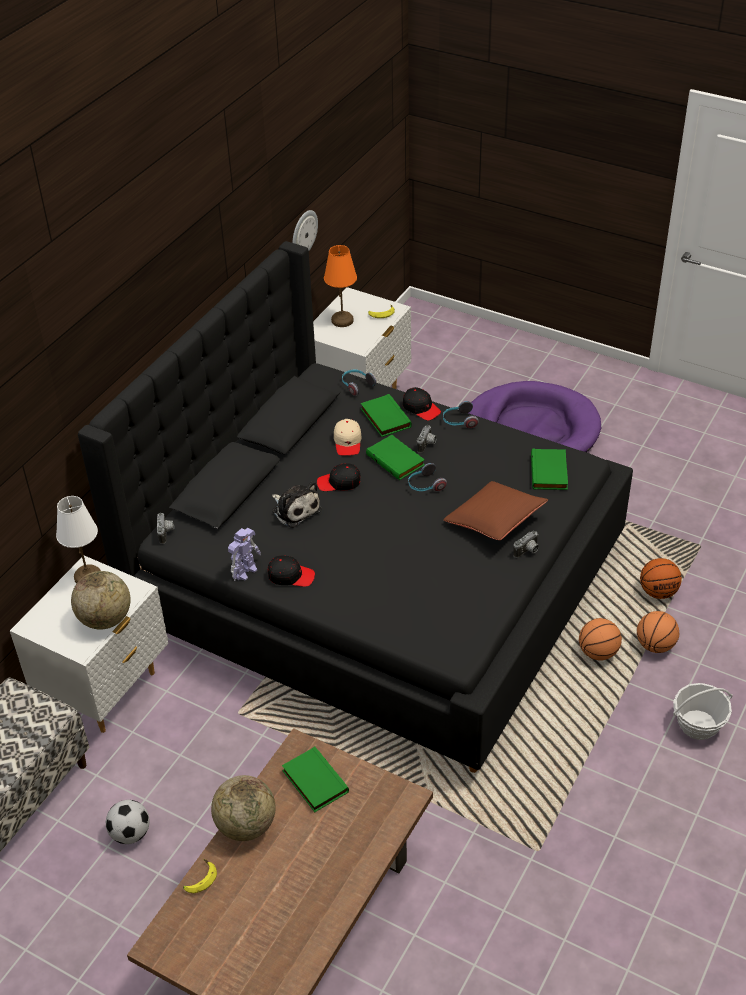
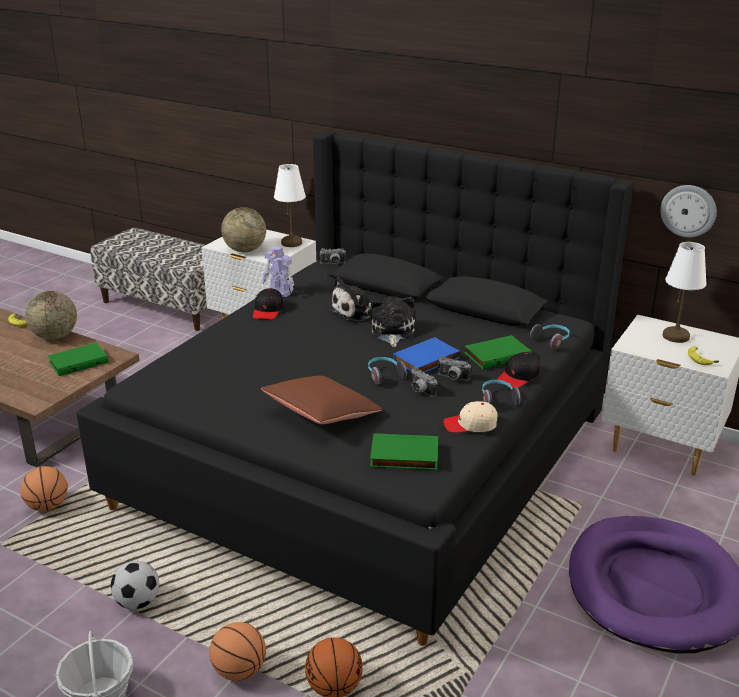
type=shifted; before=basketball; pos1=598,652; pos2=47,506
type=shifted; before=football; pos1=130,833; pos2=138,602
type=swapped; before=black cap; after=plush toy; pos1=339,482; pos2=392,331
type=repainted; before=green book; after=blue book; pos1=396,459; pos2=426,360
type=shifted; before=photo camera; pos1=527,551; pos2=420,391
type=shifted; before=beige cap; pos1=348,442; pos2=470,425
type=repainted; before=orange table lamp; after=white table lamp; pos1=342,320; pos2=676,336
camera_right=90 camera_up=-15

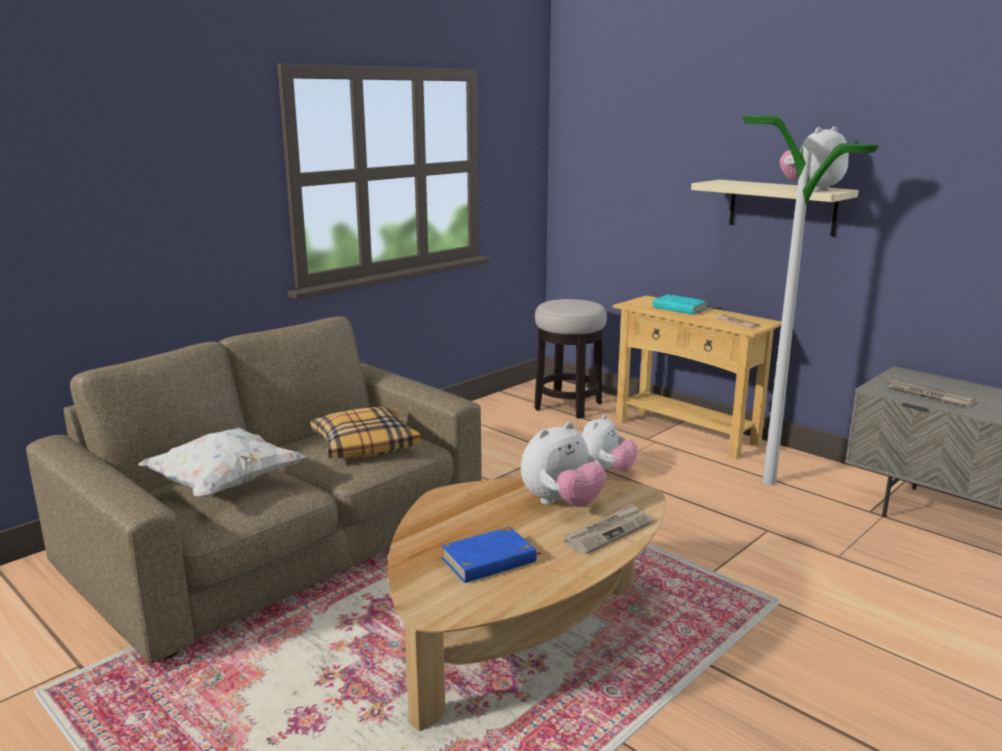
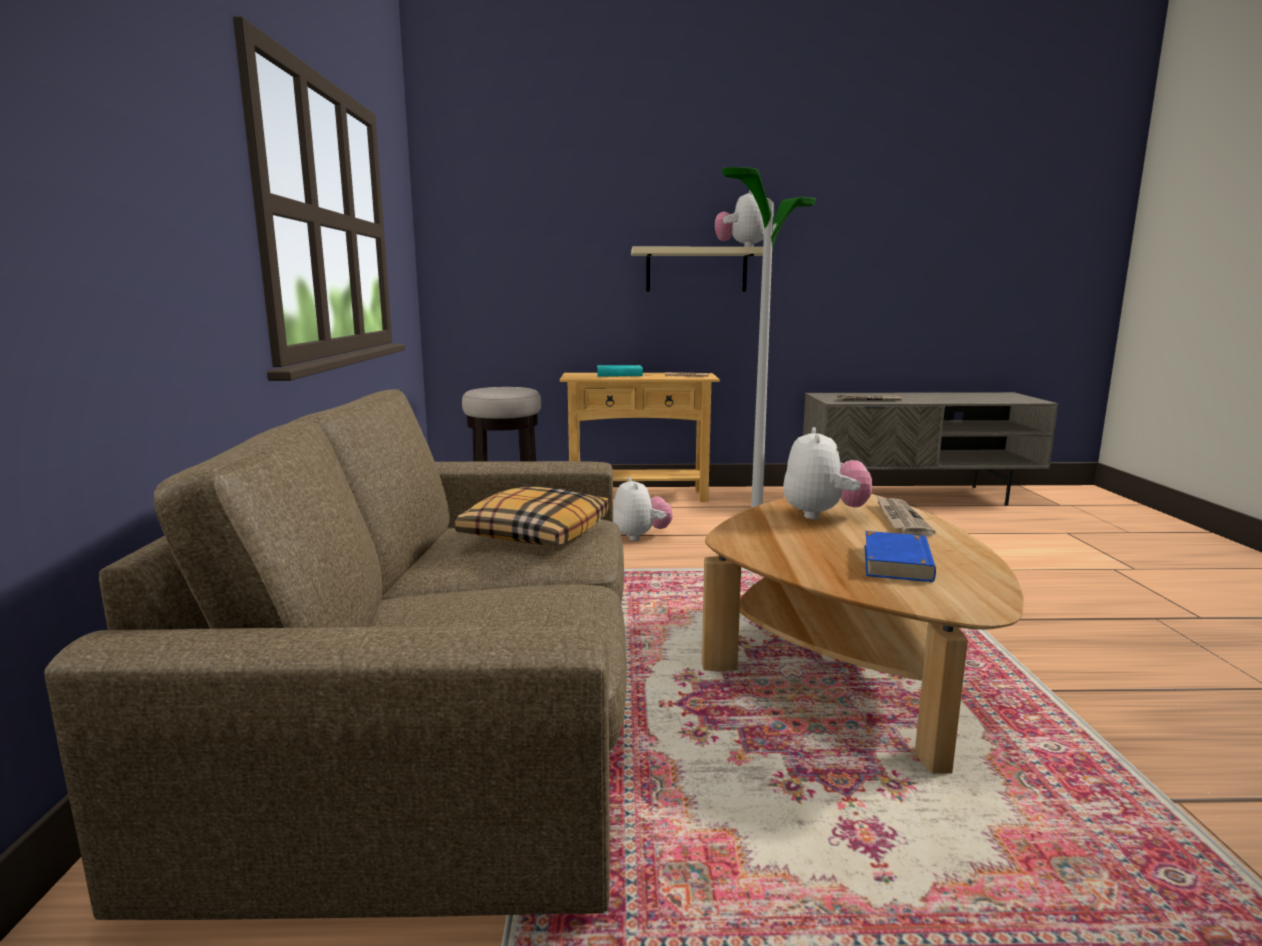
type=gone; before=white pillow; pos1=225,485
camera_right=-45 camera_up=-5

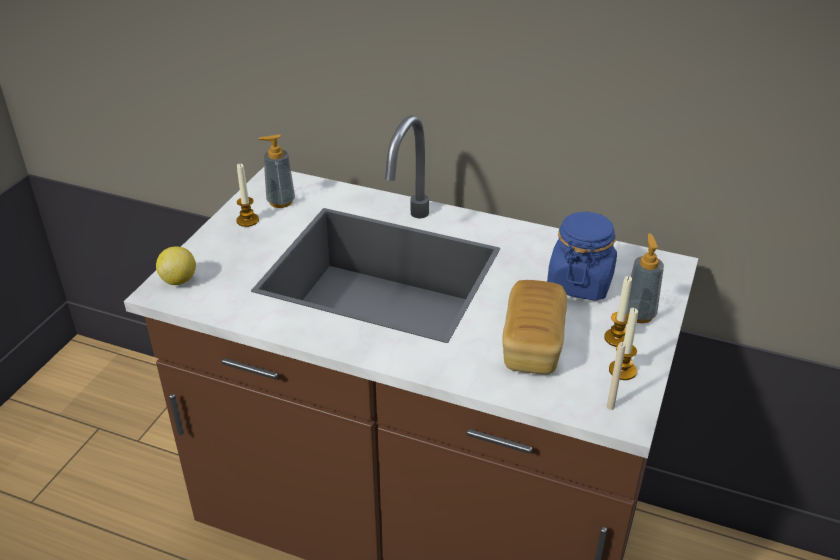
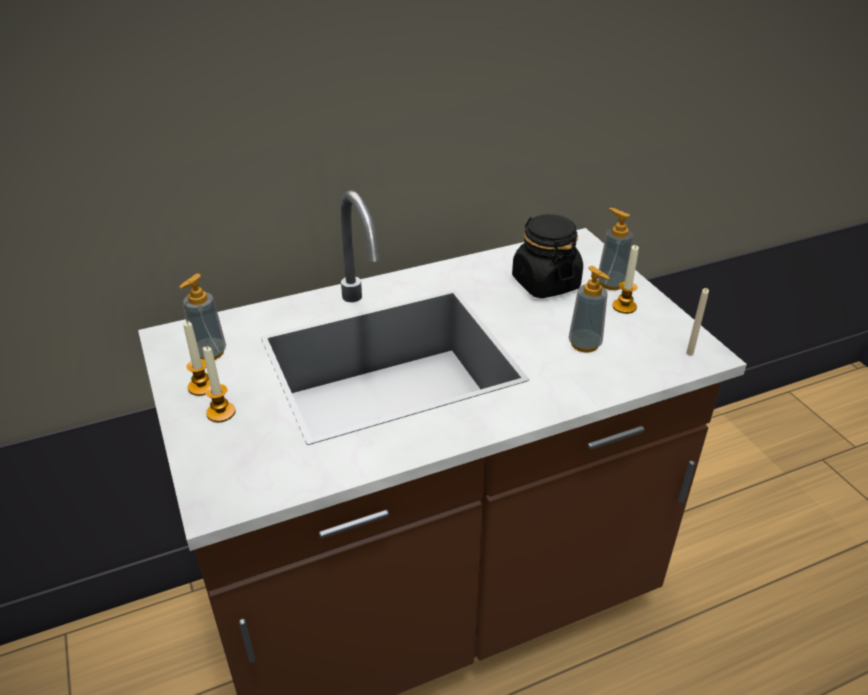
type=shifted; before=candle; pos1=622,370; pos2=221,412
type=repainted; before=blue jar; after=black jar; pos1=580,282; pos2=545,283
type=swapped; before=bread; after=soap dispenser; pos1=532,345; pos2=585,344
type=gone; before=lemon; pos1=179,280
camera_right=-45 camera_up=0

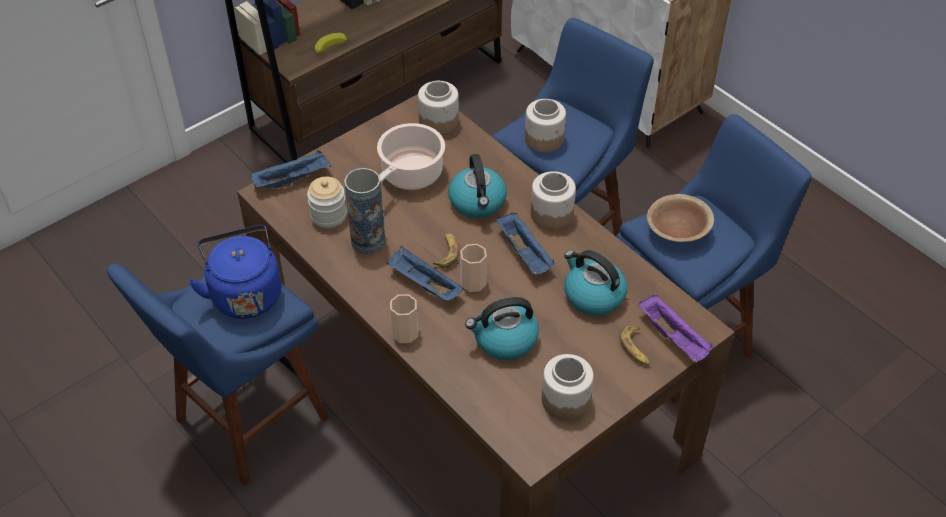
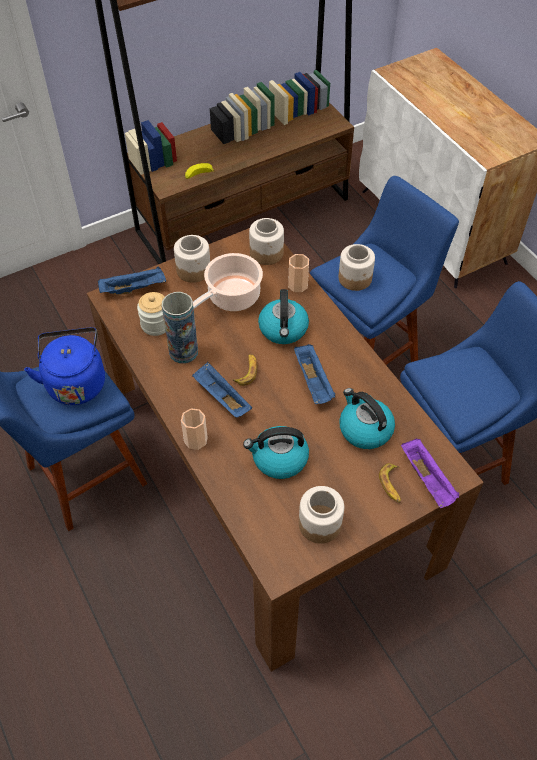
type=shifted; before=jar; pos1=552,214; pos2=194,270
type=shifted; before=cup; pos1=473,282; pos2=298,285
type=gone; before=brown bowl; pos1=677,230
camera_right=10 camera_up=5

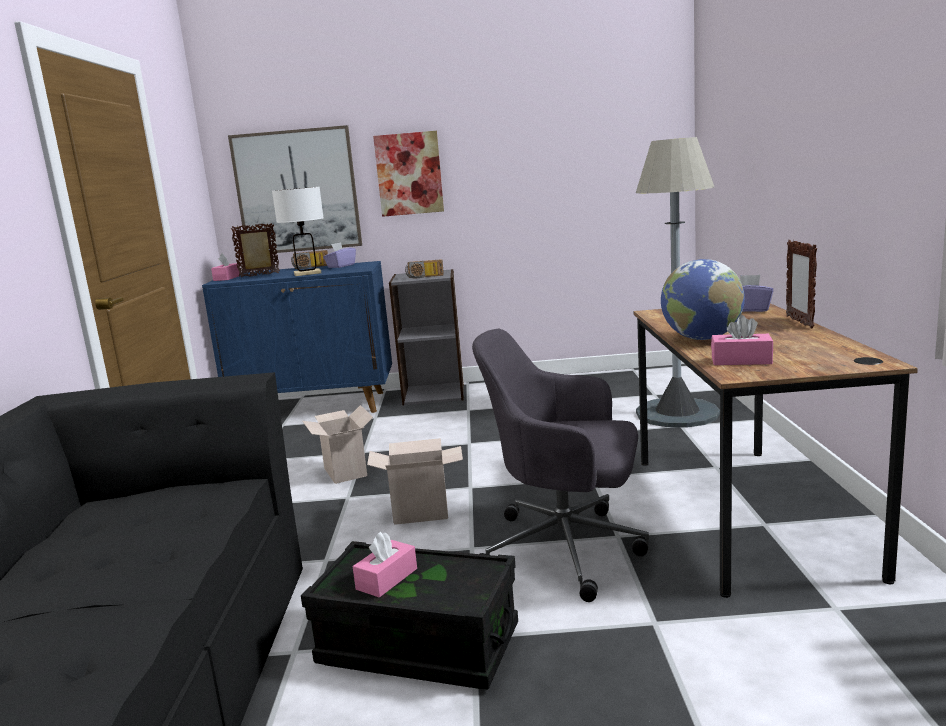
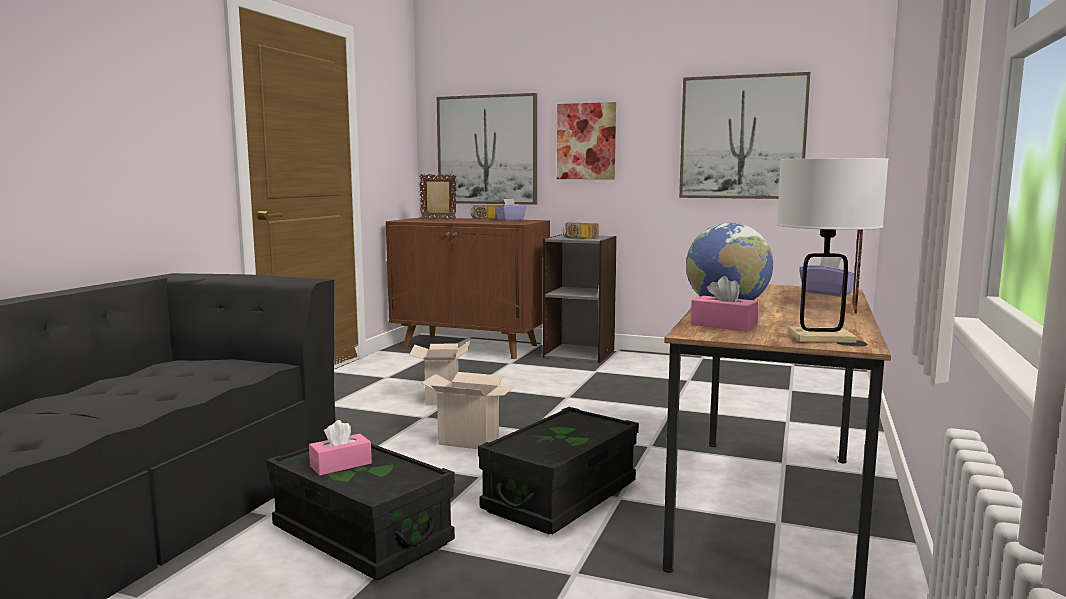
type=repainted; before=blue cabinet; after=brown cabinet; pos1=316,407; pos2=471,347
type=swapped; before=grey office chair; after=black storage box; pos1=567,549; pos2=561,497
type=new; after=picture; pos2=742,137
type=shifted; before=white table lamp; pos1=307,273; pos2=820,337
type=gone; before=pink tissue box; pos1=227,278
type=gone; before=grey floor lamp; pos1=677,413
camera_right=20 camera_up=-5

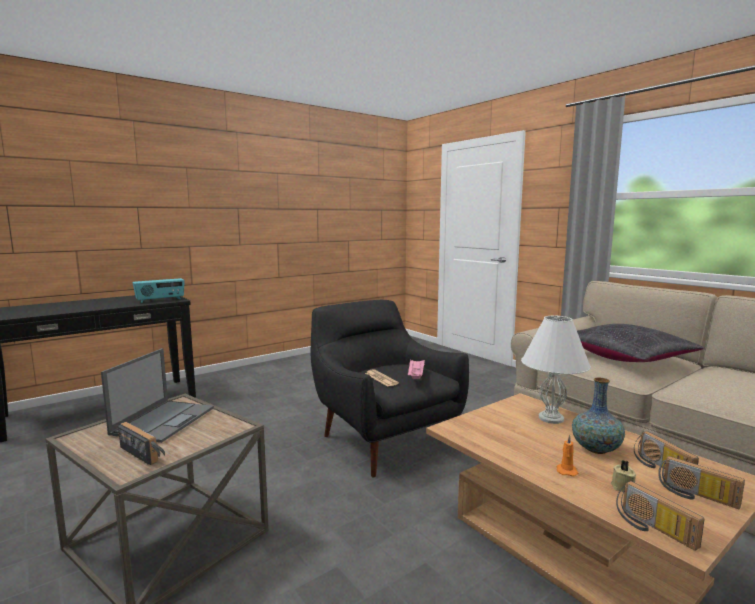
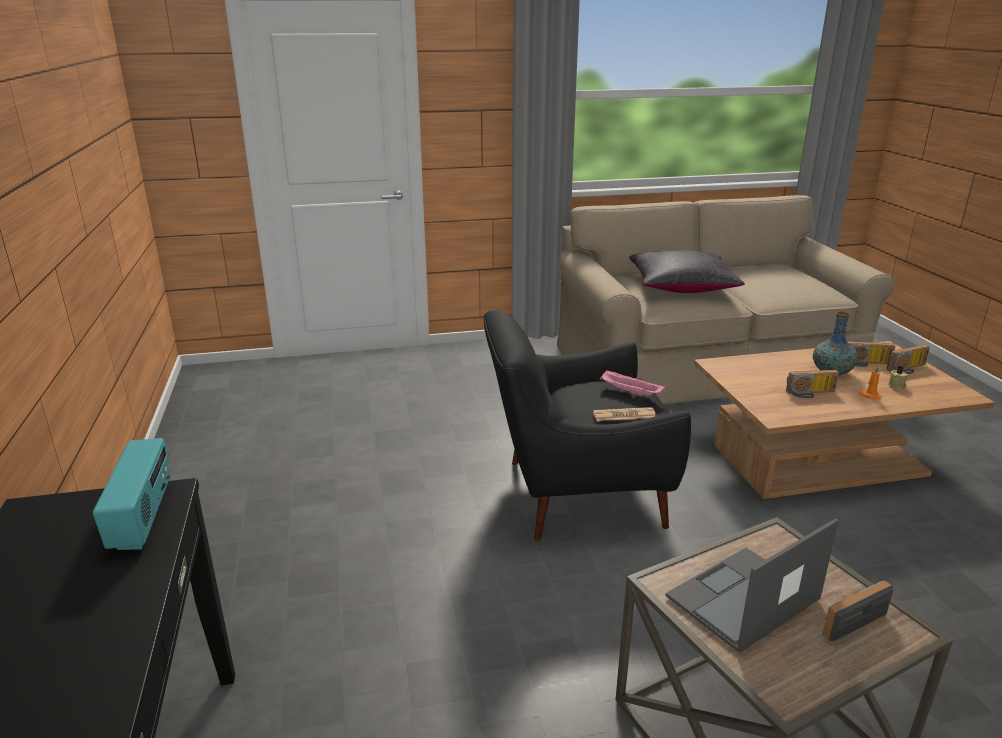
type=rotated; before=laptop; pos1=164,420; pos2=742,599; turn=-75
type=shifted; before=radio; pos1=652,529; pos2=810,394
type=gone; before=white table lamp; pos1=550,418
camera_right=-65 camera_up=15

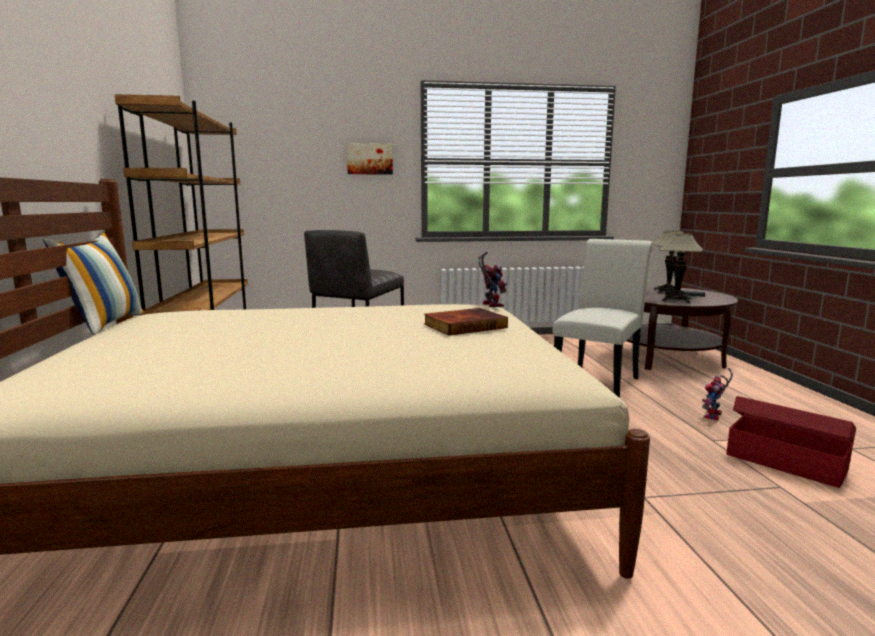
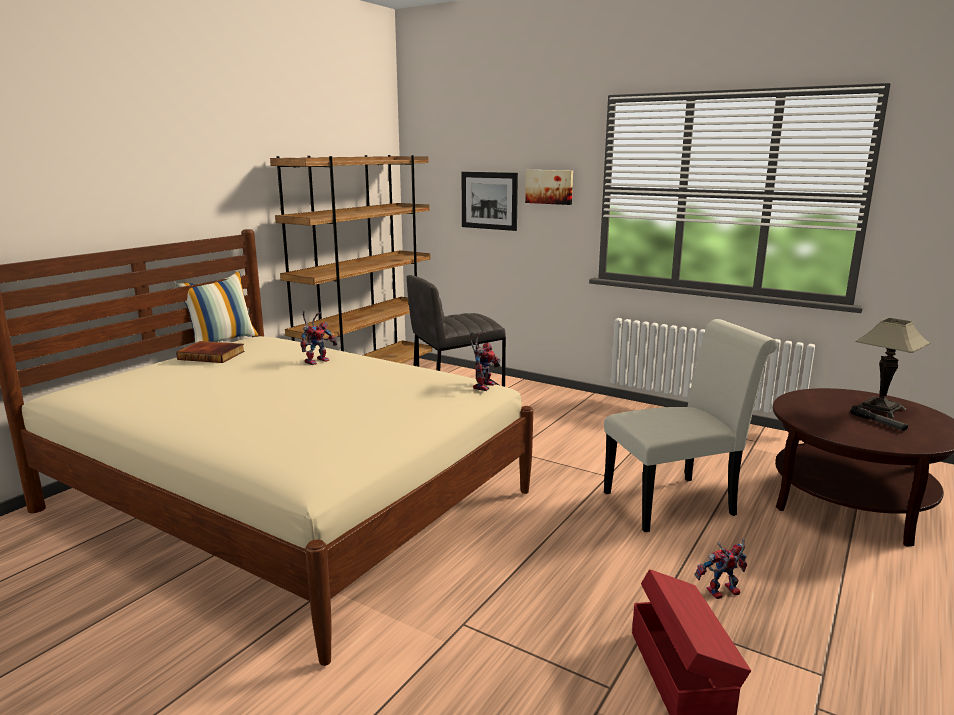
type=shifted; before=book; pos1=464,325; pos2=212,355
type=new; after=toy robot; pos2=317,360
type=new; after=picture; pos2=489,200
type=gone; before=table lamp; pos1=676,300
camera_right=40 camera_up=5

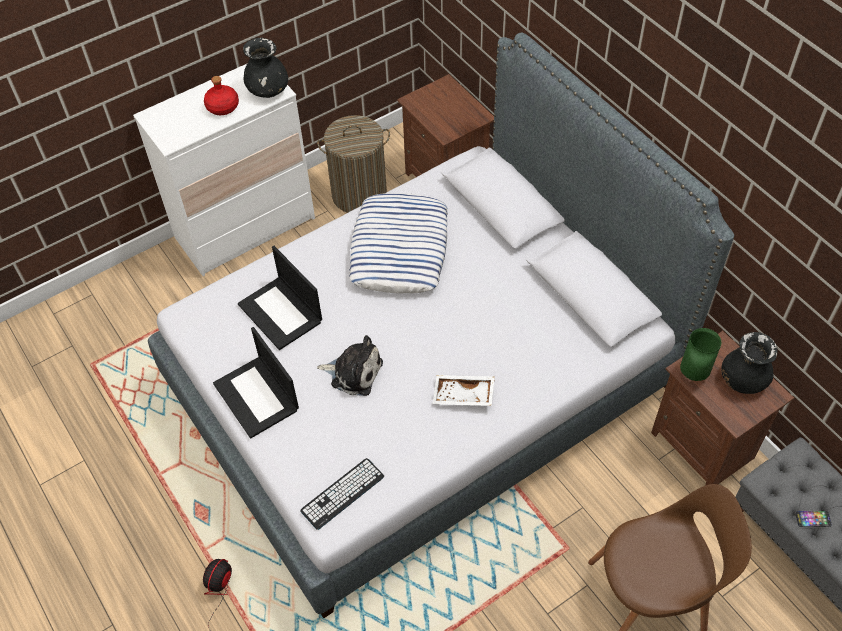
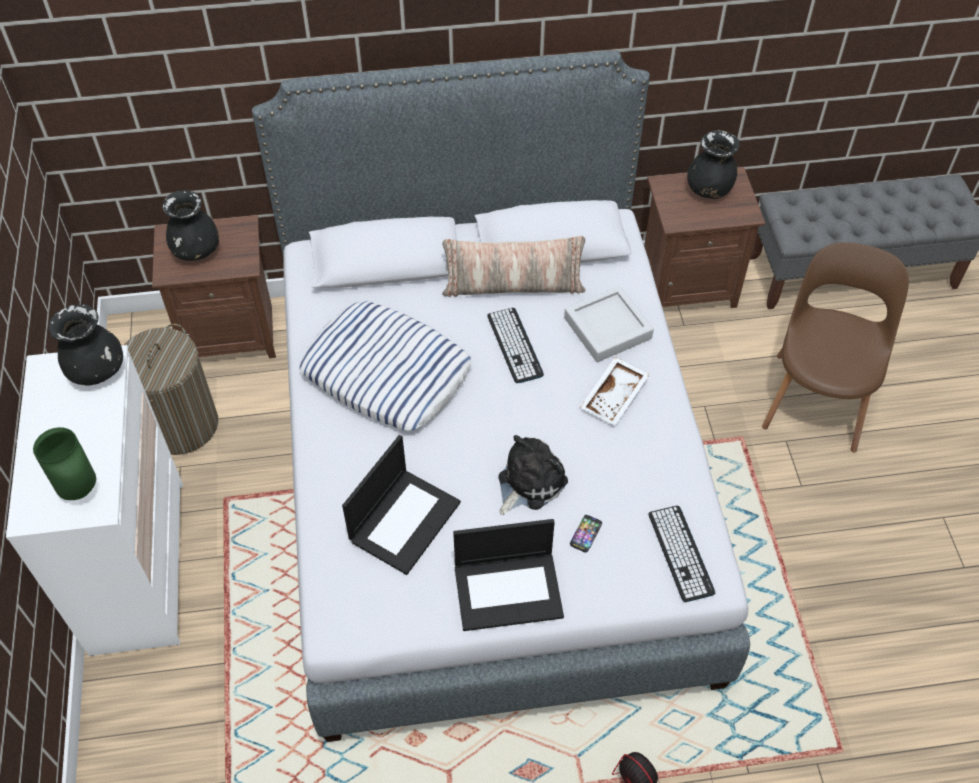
type=shifted; before=green vase; pos1=694,375; pos2=81,490
type=new; after=black vase; pos2=196,250
type=rotated; before=laptop; pos1=281,313; pos2=404,520; turn=-45
type=new; after=pillow; pos2=513,286
type=new; after=keyboard; pos2=515,345
type=new; after=grey tray; pos2=607,328
type=shifted; before=phone; pos1=813,519; pos2=586,534
type=gone; before=red bottle; pos1=222,106
camera_right=-65 camera_up=0

